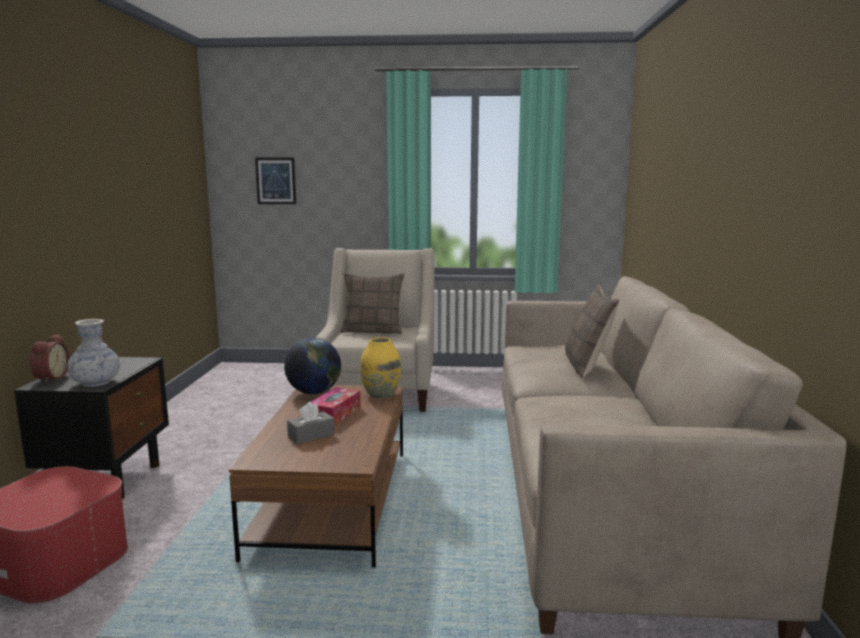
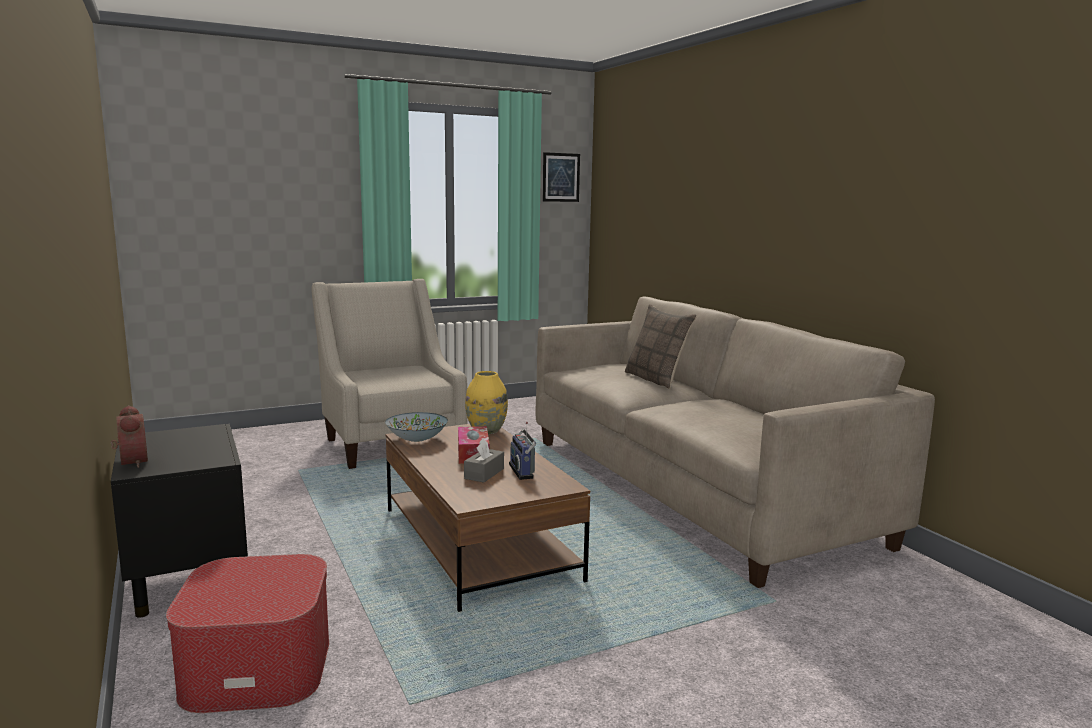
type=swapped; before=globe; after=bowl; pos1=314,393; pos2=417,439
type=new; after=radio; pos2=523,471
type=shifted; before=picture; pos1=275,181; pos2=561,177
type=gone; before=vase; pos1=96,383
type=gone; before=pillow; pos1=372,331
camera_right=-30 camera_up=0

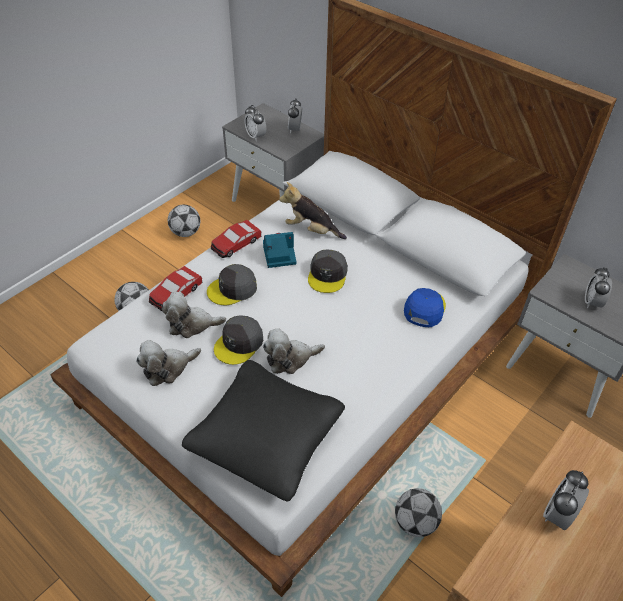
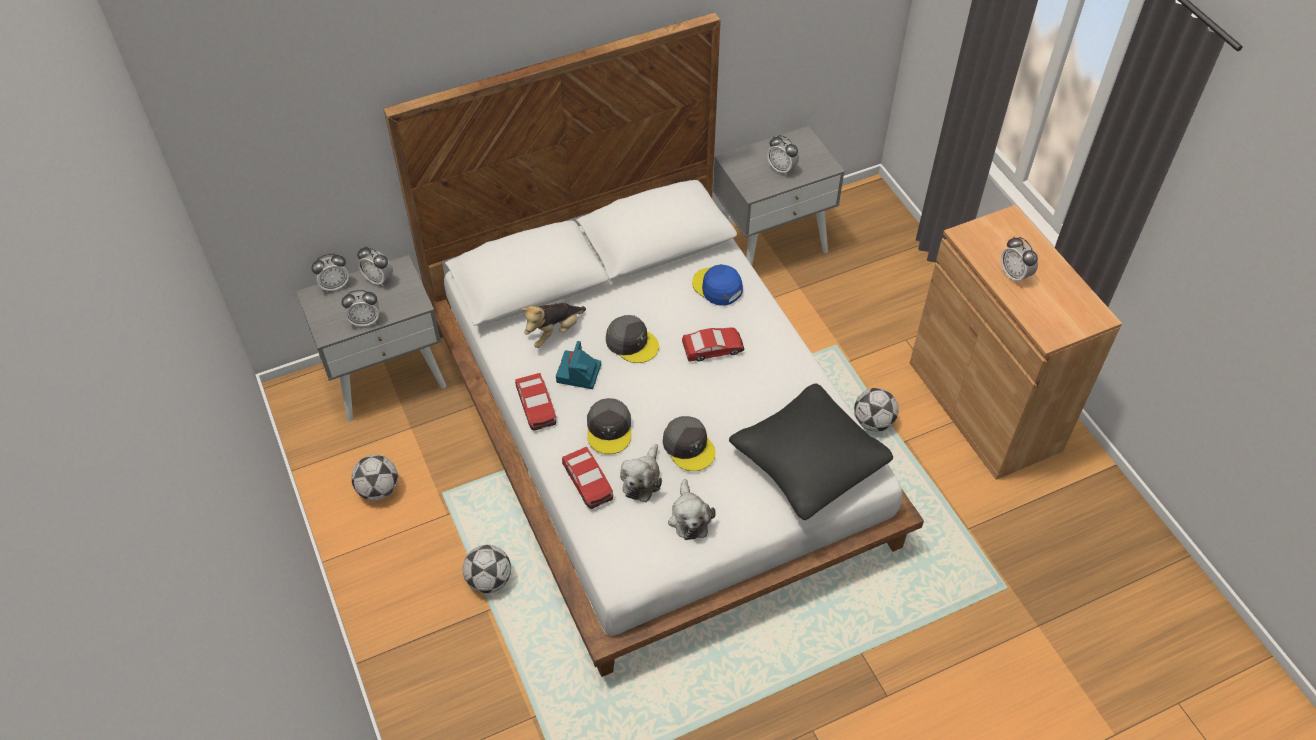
type=new; after=alarm clock; pos2=335,285
type=new; after=toy car; pos2=713,348
type=gone; before=plush toy; pos1=290,359
camera_right=-65 camera_up=5

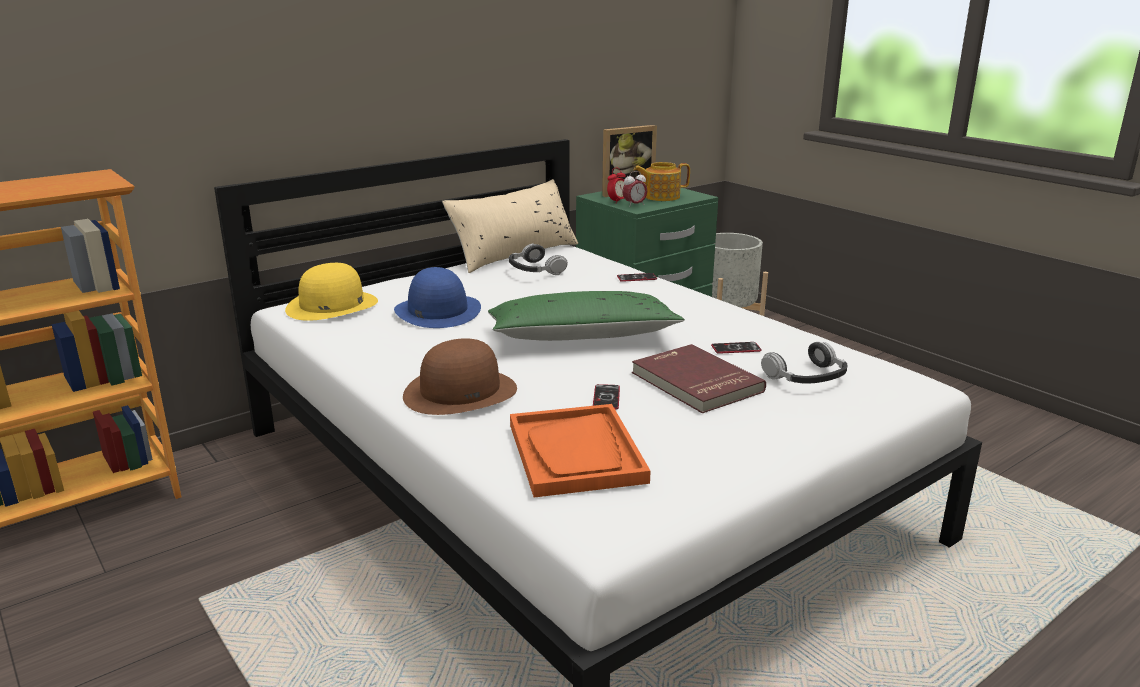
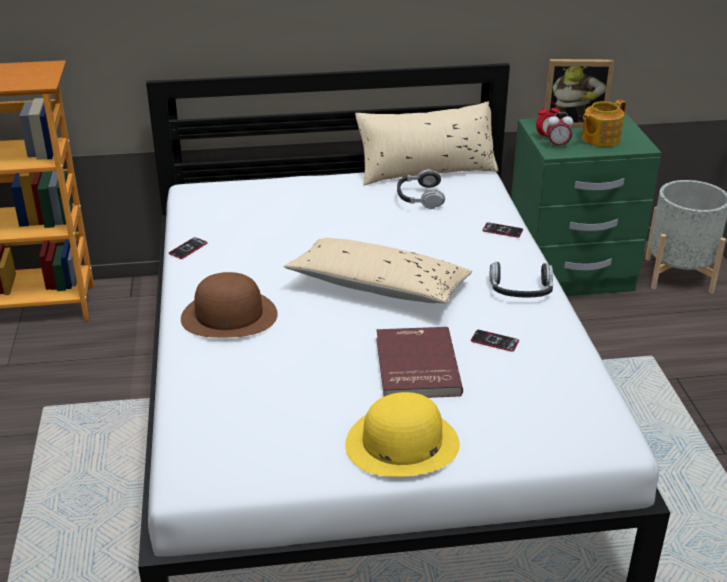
type=shifted; before=phone; pos1=606,398; pos2=188,249
type=repainted; before=green pillow; after=beige pillow; pos1=582,336; pos2=378,287
type=shifted; before=yellow hat; pos1=332,305; pos2=402,443
type=shifted; before=headphones; pos1=806,377; pos2=521,289
type=rotated; before=teapot; pos1=660,197; pos2=599,139; turn=-60
type=gone; before=blue hat; pos1=437,311
type=gone; before=orange tray; pos1=576,453
camera_right=30 camera_up=10

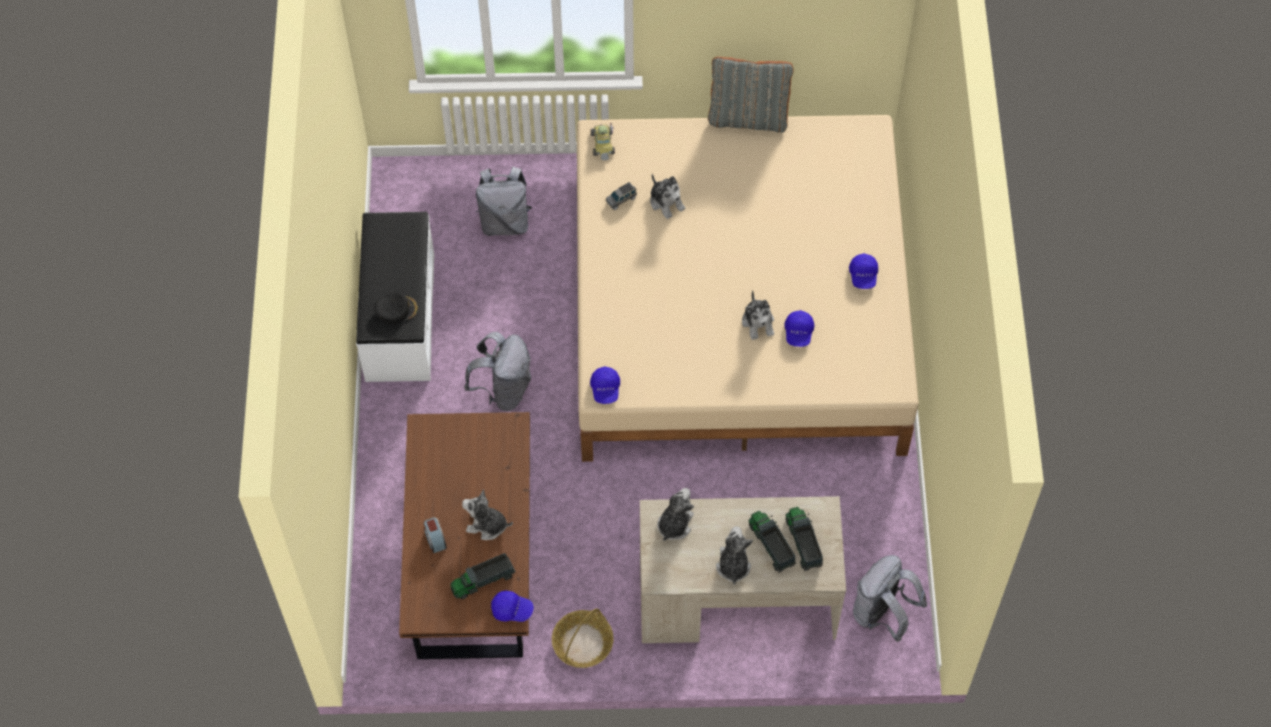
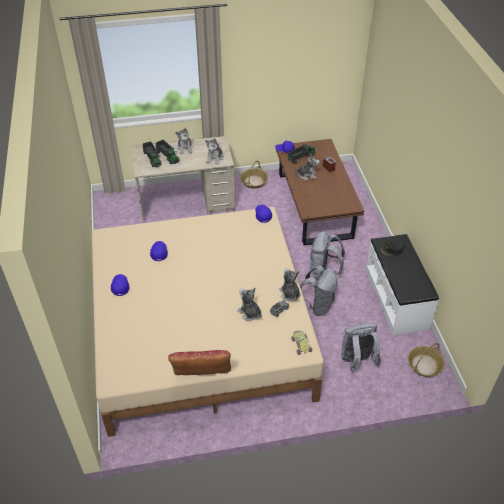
type=repainted; before=grey pillow; after=red pillow; pos1=748,117; pos2=202,378
type=shifted; before=plush toy; pos1=758,322; pos2=289,294
type=shifted; before=grey backpack; pos1=882,614; pos2=317,305
type=new; after=basket; pos2=424,365
camera_right=170 camera_up=-15

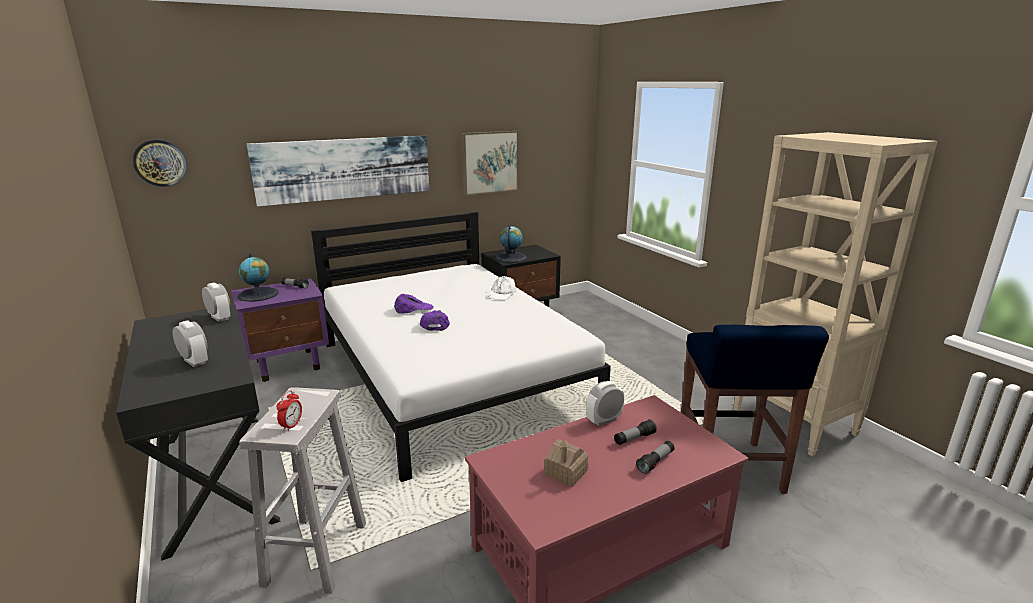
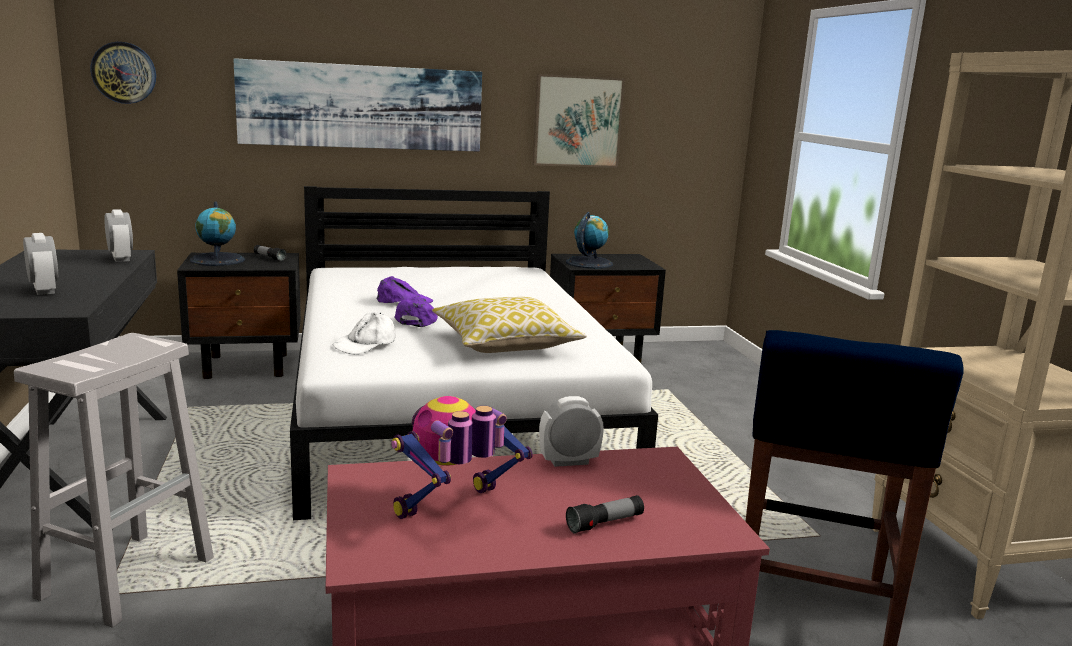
type=repainted; before=purple nightstand; after=black nightstand; pos1=289,364; pos2=248,365
type=shifted; before=white cap; pos1=502,293; pos2=366,344
type=swapped; before=toy house; after=toy robot; pos1=566,472; pos2=454,509
type=new; after=pillow; pos2=506,344
type=gone; before=alarm clock; pos1=291,425
type=gone; before=flashlight; pos1=634,438
camera_right=15 camera_up=-5

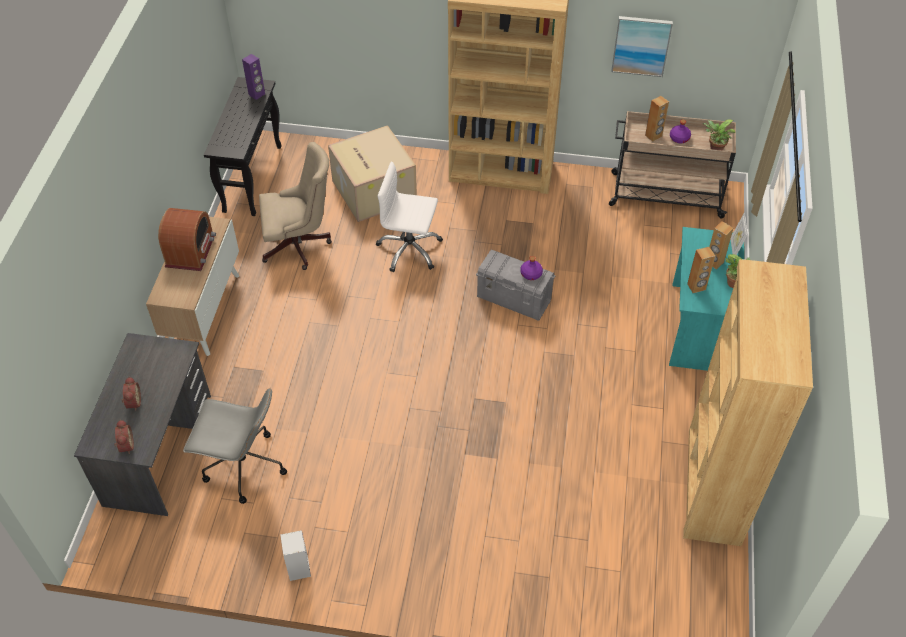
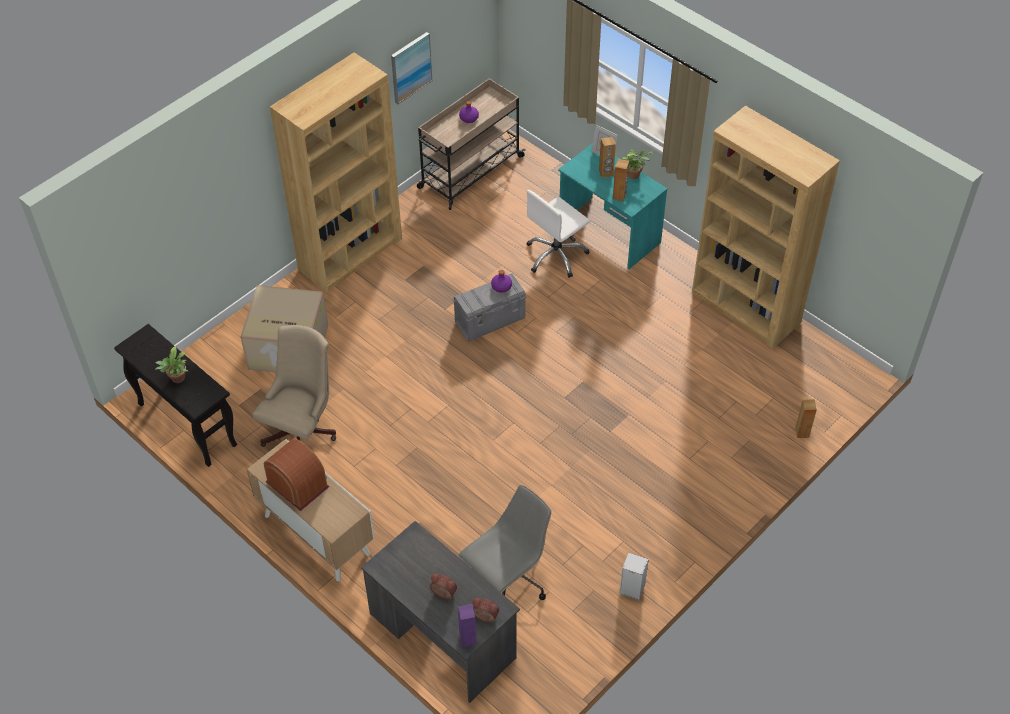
type=shifted; before=potted plant; pos1=714,149; pos2=177,379
type=shifted; before=purple speaker; pos1=257,94; pos2=468,638
type=shifted; before=white office chair; pos1=409,250; pos2=556,256
type=shifted; before=brown speaker; pos1=653,136; pos2=802,432
camera_right=-55 camera_up=0

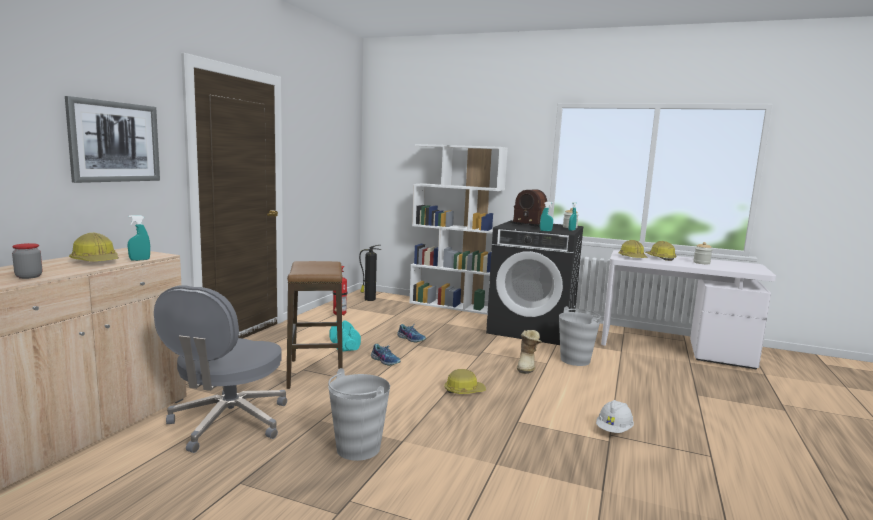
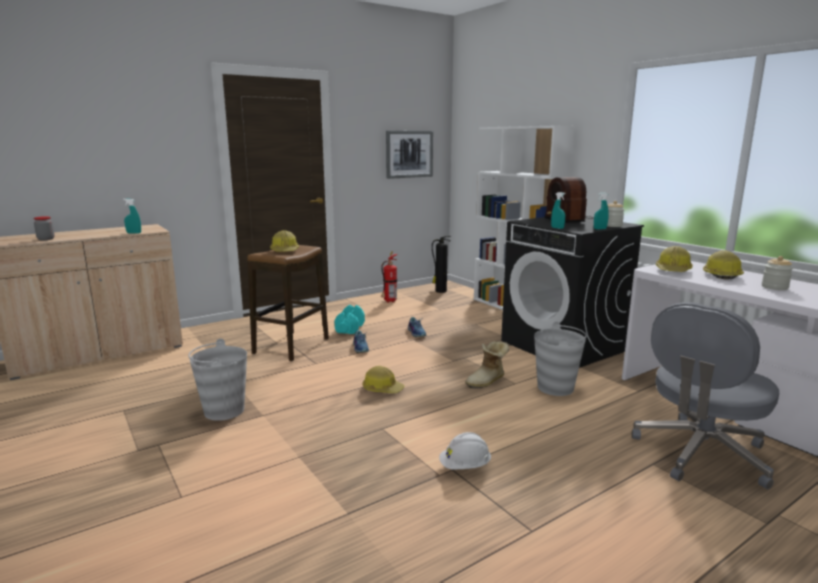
type=shifted; before=hard hat; pos1=96,261; pos2=285,251
type=shifted; before=picture; pos1=115,142; pos2=409,154
type=shifted; before=grey office chair; pos1=228,423; pos2=700,454
camera_right=35 camera_up=5

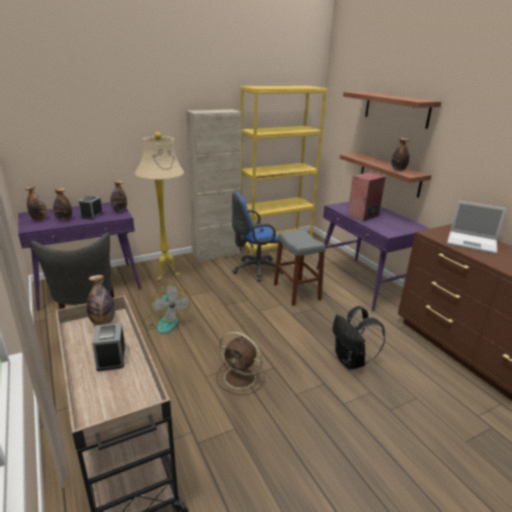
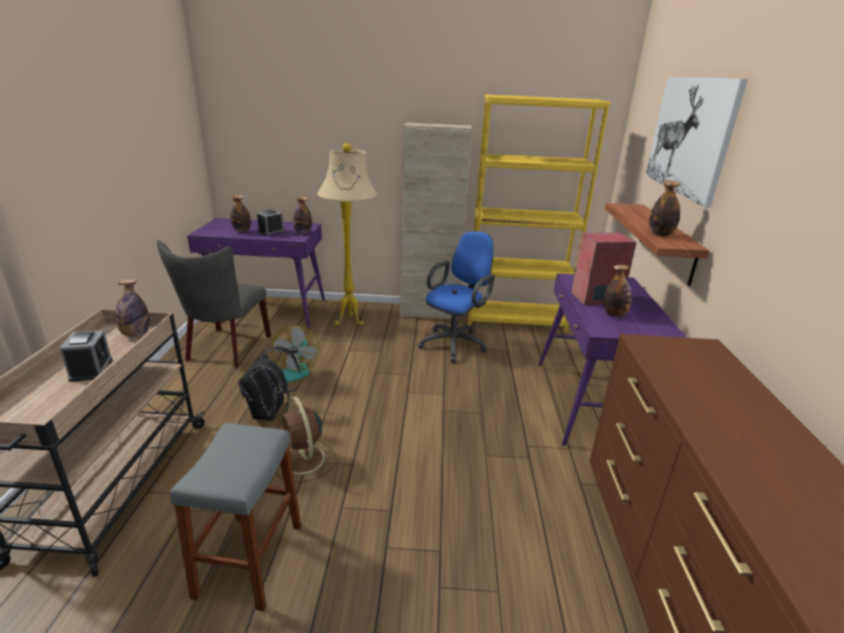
type=rotated; before=alarm clock; pos1=111,358; pos2=91,369; turn=150
type=shifted; before=grey stool; pos1=296,292; pos2=250,559
type=shifted; before=black backpack; pos1=351,361; pos2=270,413
type=rotated; before=blue office chair; pos1=254,270; pos2=455,343; turn=120
type=shifted; before=bottle; pos1=39,218; pos2=614,314
type=swapped; before=shelf; after=picture; pos1=396,109; pos2=689,136
type=gone; before=laptop; pos1=473,242
camera_right=30 camera_up=0

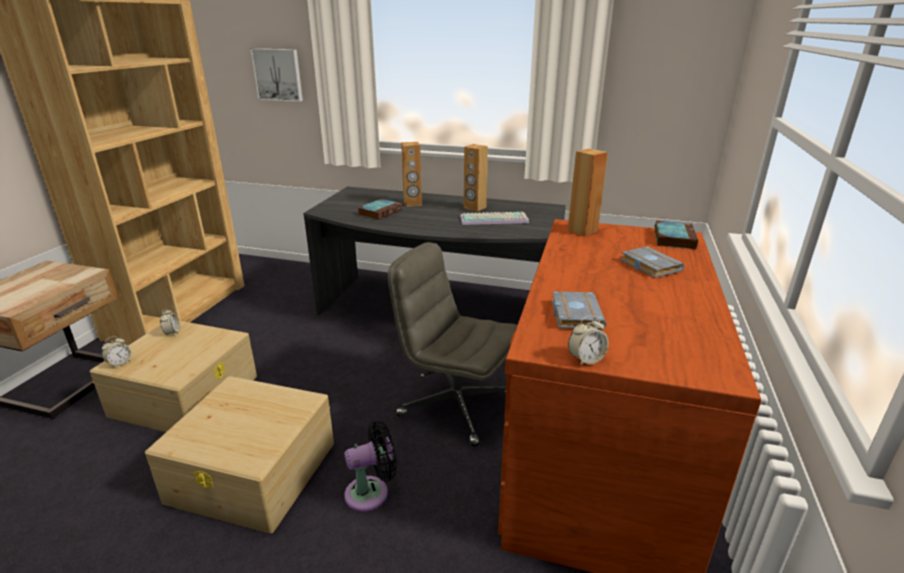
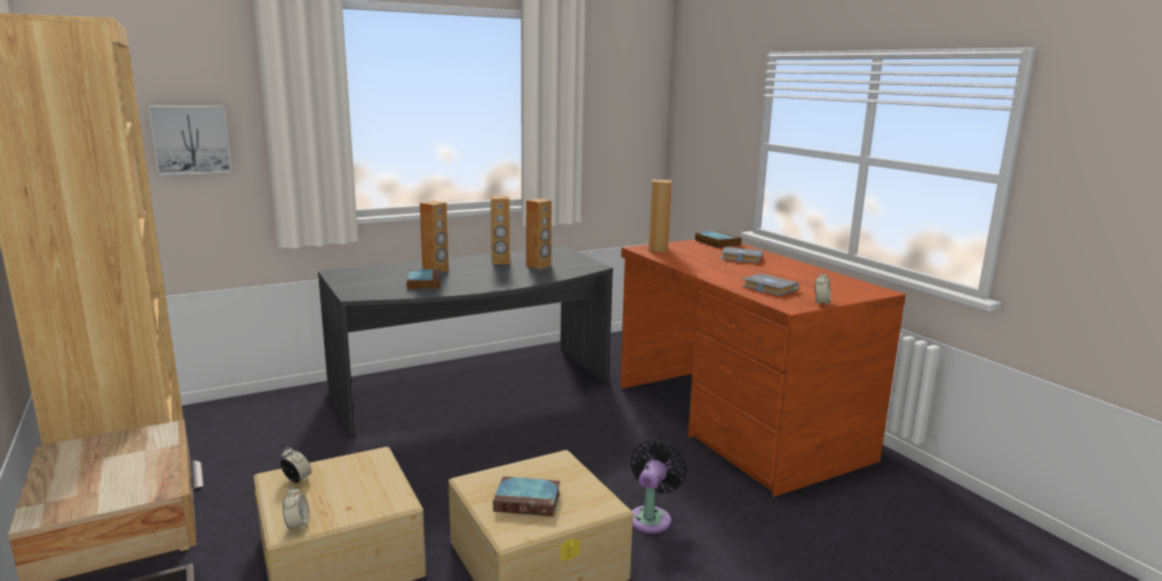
type=new; after=book; pos2=529,501
type=swapped; before=keyboard; after=brown speaker; pos1=494,219; pos2=539,266
type=gone; before=grey office chair; pos1=455,405
camera_right=-45 camera_up=-10

